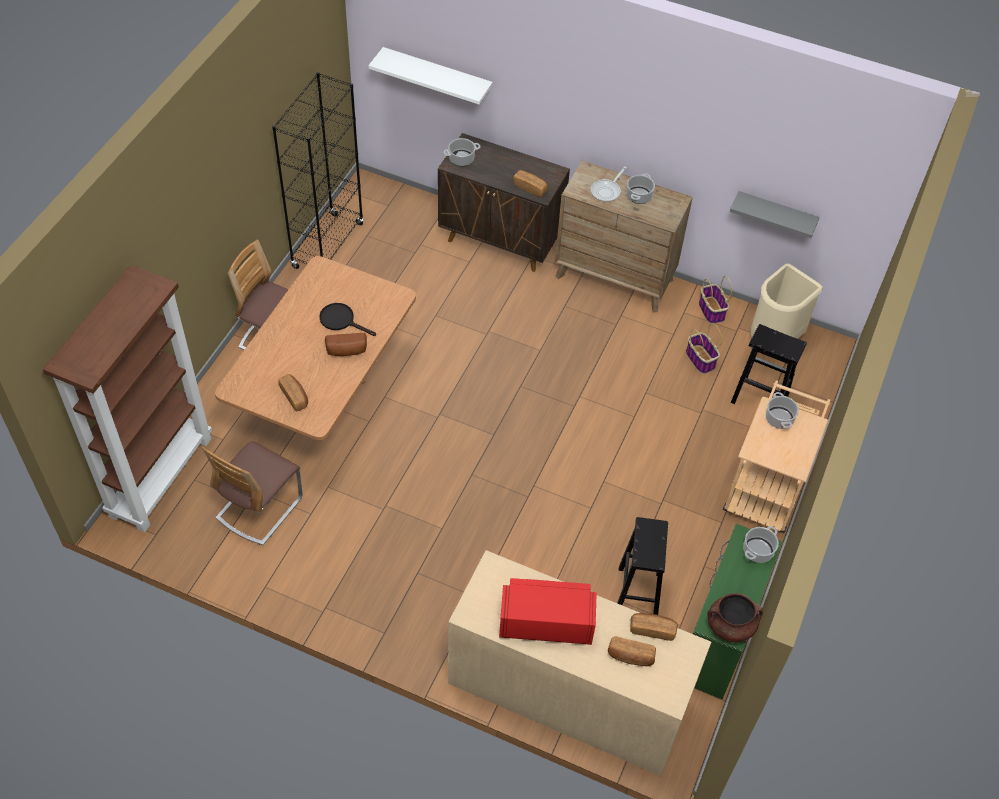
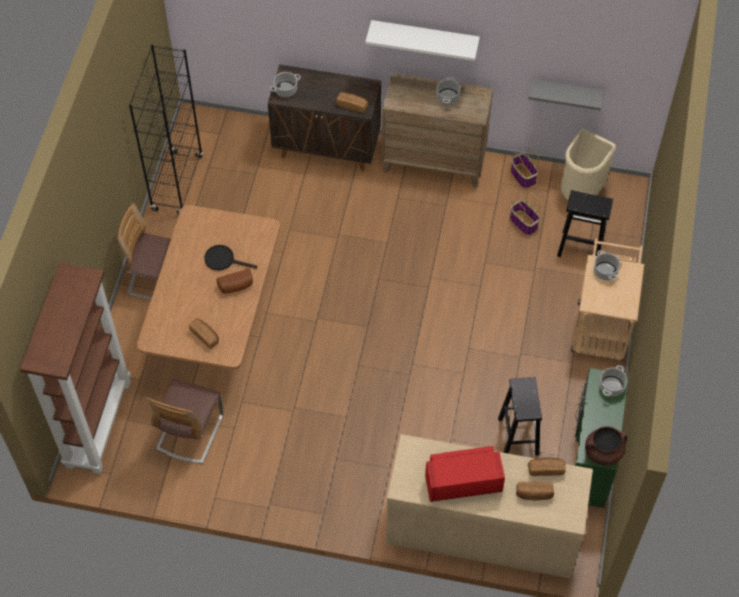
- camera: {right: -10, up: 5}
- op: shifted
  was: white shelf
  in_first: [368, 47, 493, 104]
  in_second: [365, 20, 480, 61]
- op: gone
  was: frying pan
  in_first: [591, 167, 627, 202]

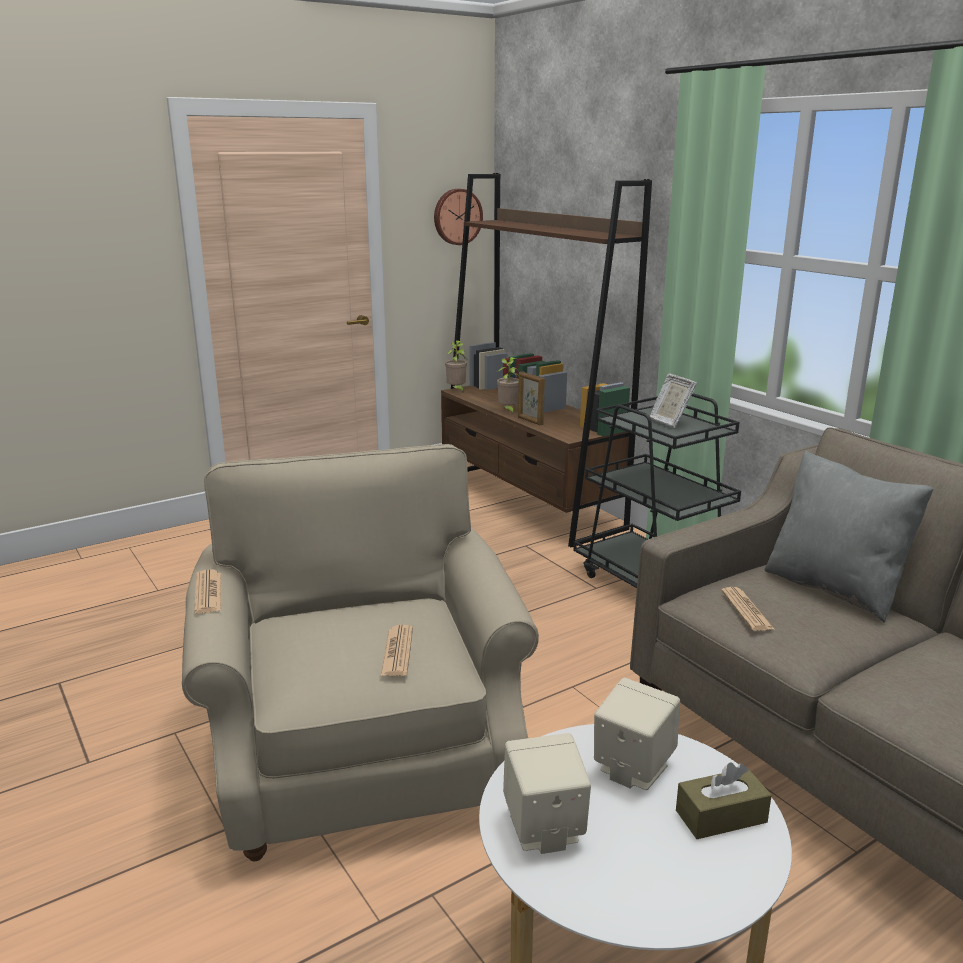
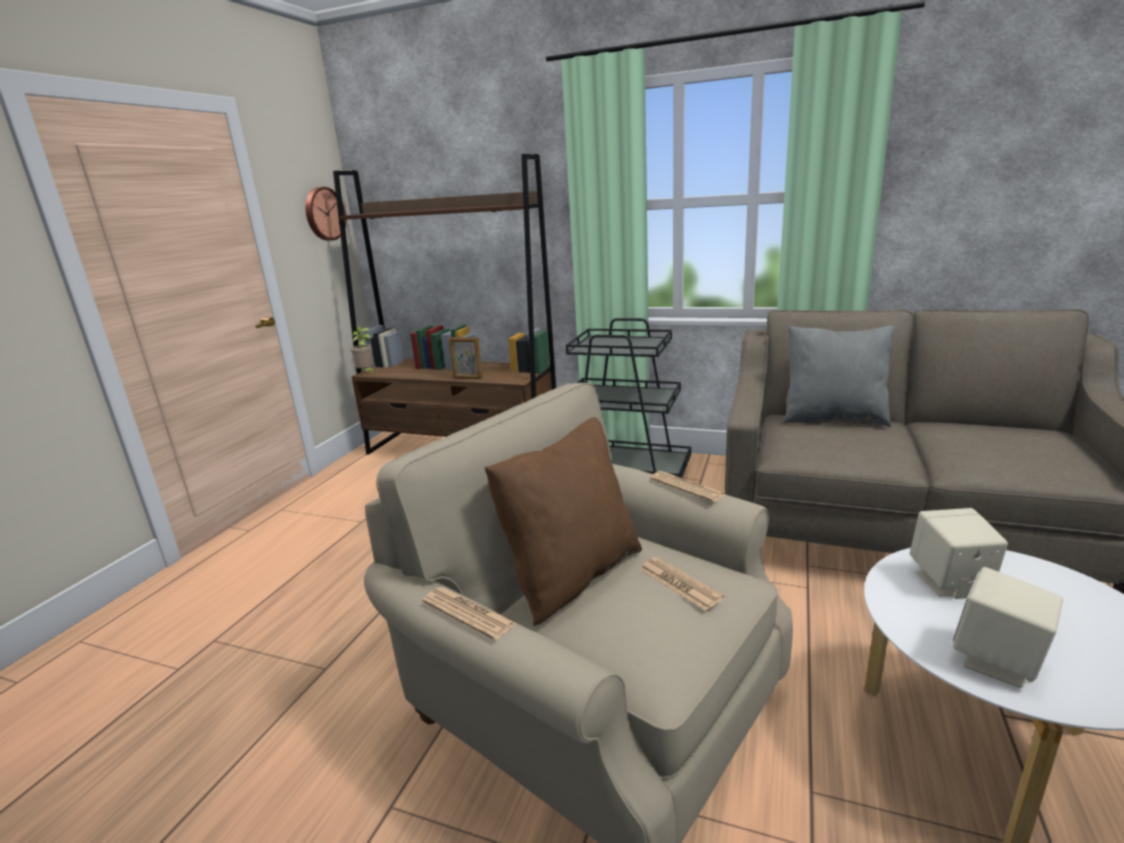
- camera: {right: -35, up: 0}
- op: new
  now: brown pillow
  in_second: [485, 417, 642, 626]
- op: shifted
  was: newspaper
  in_first: [721, 587, 774, 631]
  in_second: [650, 471, 726, 502]
- op: gone
  was: potted plant
  in_first: [497, 357, 520, 414]
- op: gone
  was: picture frame
  in_first: [650, 374, 697, 428]
- op: gone
  was: brown tissue box
  in_first: [676, 762, 772, 839]

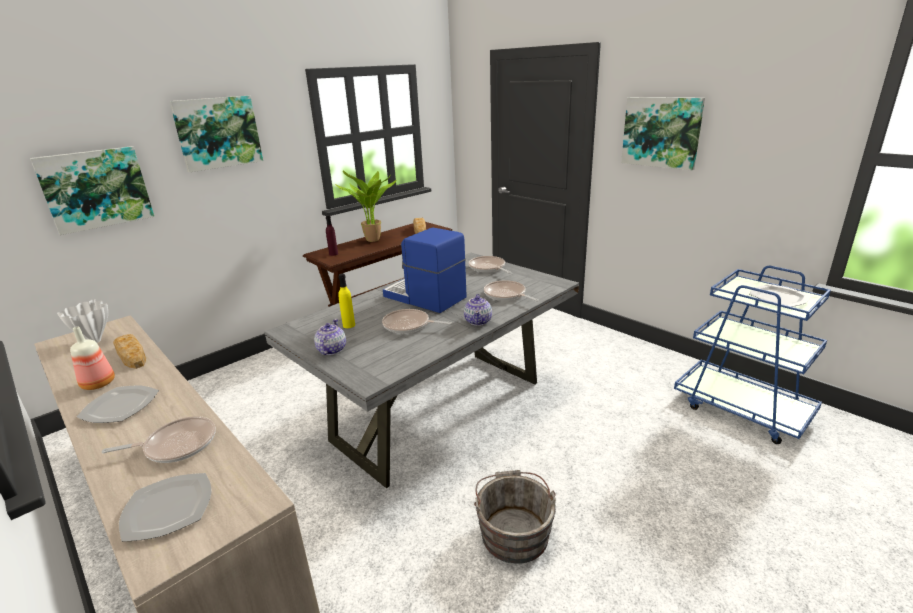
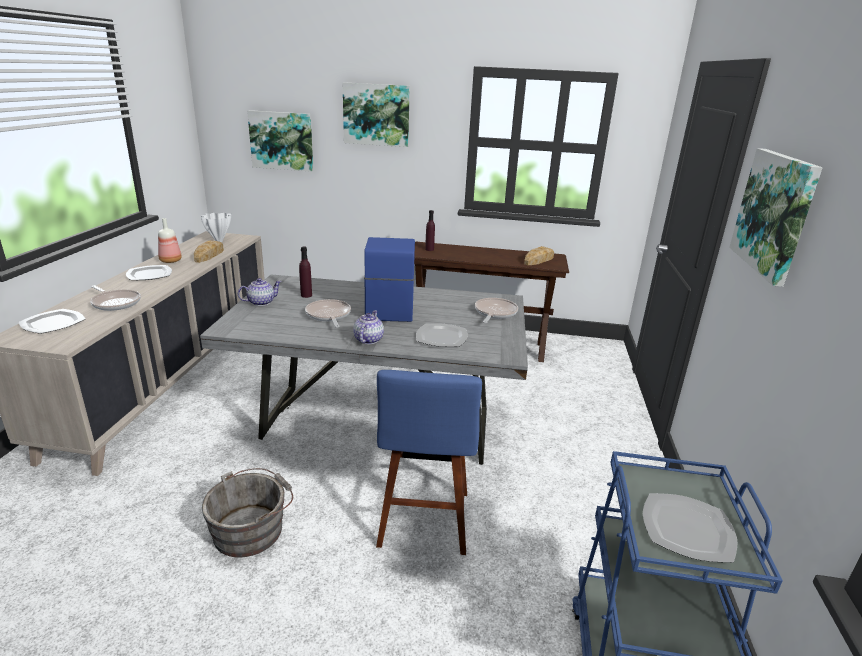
- camera: {right: 50, up: 0}
- op: repainted
  was: yellow bottle
  now: purple bottle
  in_first: [338, 273, 355, 328]
  in_second: [299, 247, 312, 298]
- op: rotated
  was: teapot
  in_first: [464, 294, 492, 326]
  in_second: [353, 310, 384, 344]
  clockwise: 135
- op: new
  now: blue stool
  in_second: [376, 370, 482, 555]
- op: swapped
  was: frying pan
  now: plate
  in_first: [484, 280, 539, 301]
  in_second: [416, 323, 468, 347]
- op: gone
  was: potted plant
  in_first: [335, 170, 396, 242]

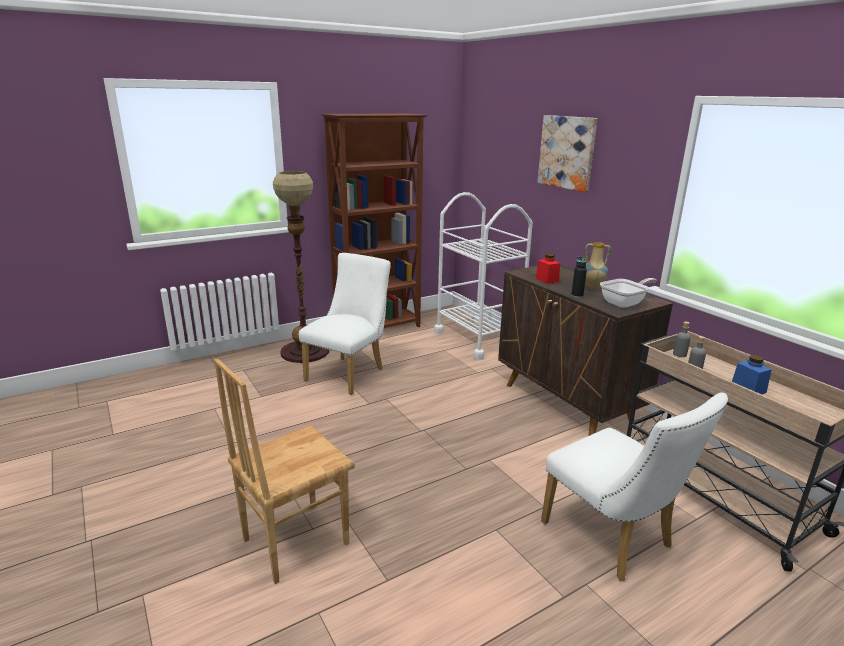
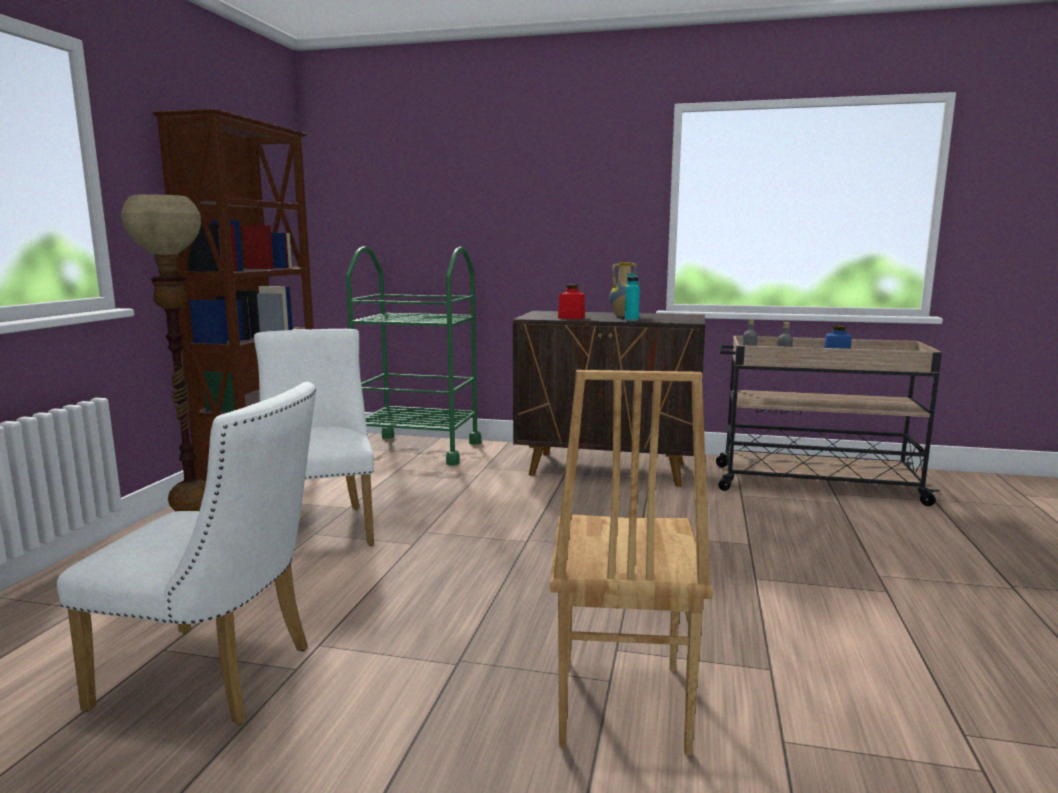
- camera: {right: -45, up: -10}
- op: shifted
  was: white chair
  in_first: [541, 392, 728, 581]
  in_second: [57, 382, 316, 725]
- op: repainted
  was: white cart
  now: green cart
  in_first: [434, 192, 533, 360]
  in_second: [346, 246, 481, 465]
- op: repainted
  was: black bottle
  now: turquoise bottle
  in_first: [571, 257, 587, 298]
  in_second: [625, 273, 640, 321]
- op: gone
  was: picture
  in_first: [537, 115, 597, 192]
- op: gone
  was: frying pan
  in_first: [600, 278, 657, 308]

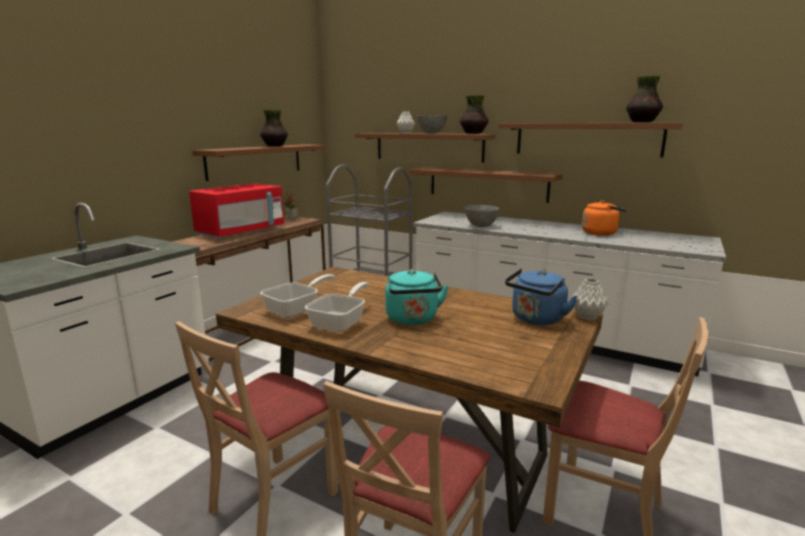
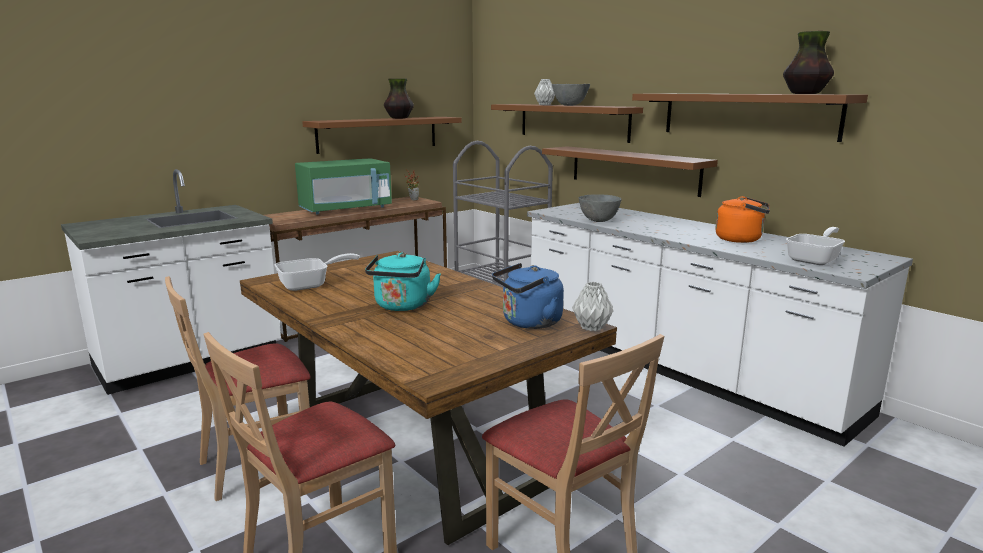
- camera: {right: 20, up: 0}
- op: repainted
  was: red microwave
  now: green microwave
  in_first: [189, 183, 284, 239]
  in_second: [295, 158, 392, 215]
- op: shifted
  was: frying pan
  in_first: [305, 282, 369, 332]
  in_second: [786, 227, 845, 265]
- op: gone
  was: vase
  in_first: [460, 95, 489, 134]

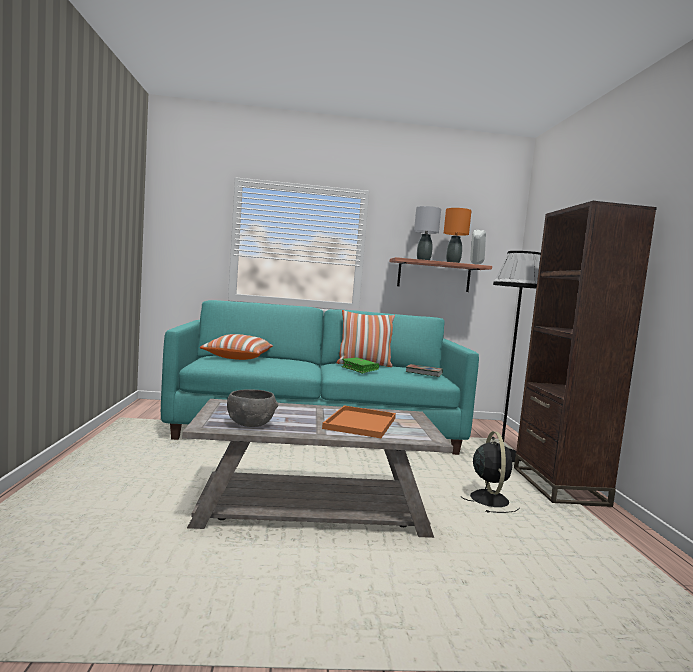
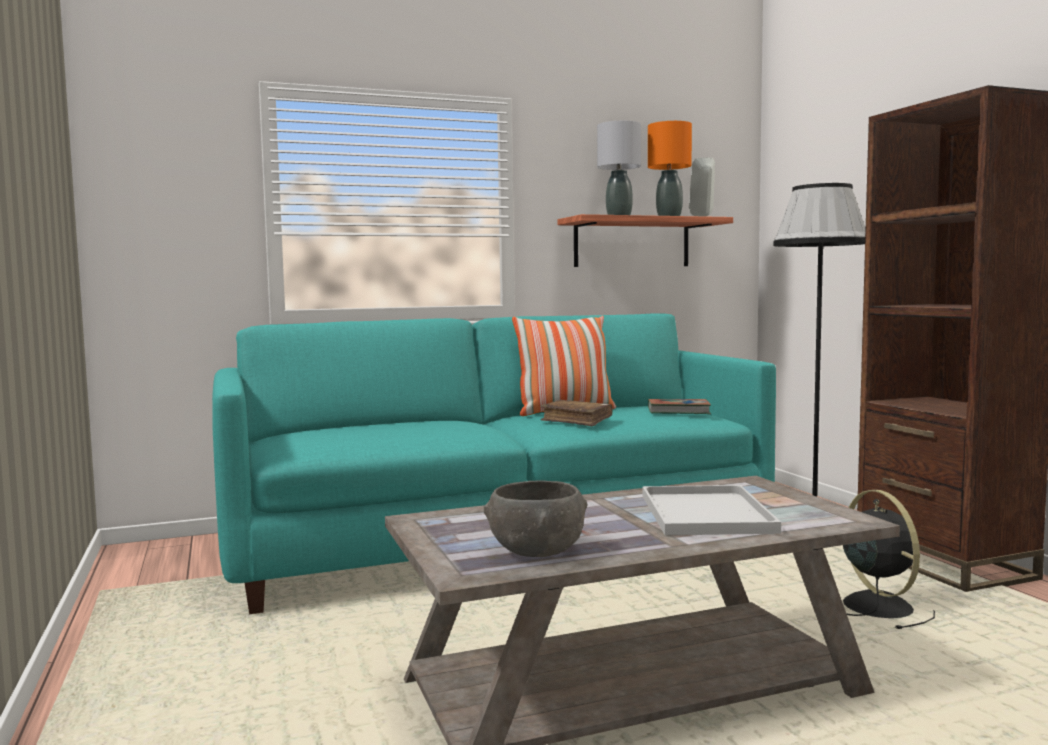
- camera: {right: -15, up: 0}
- op: repainted
  was: green book
  now: brown book
  in_first: [341, 358, 379, 374]
  in_second: [540, 400, 613, 426]
- op: repainted
  was: orange tray
  now: white tray
  in_first: [322, 406, 396, 438]
  in_second: [642, 485, 781, 535]
- op: gone
  was: pillow
  in_first: [200, 334, 273, 360]

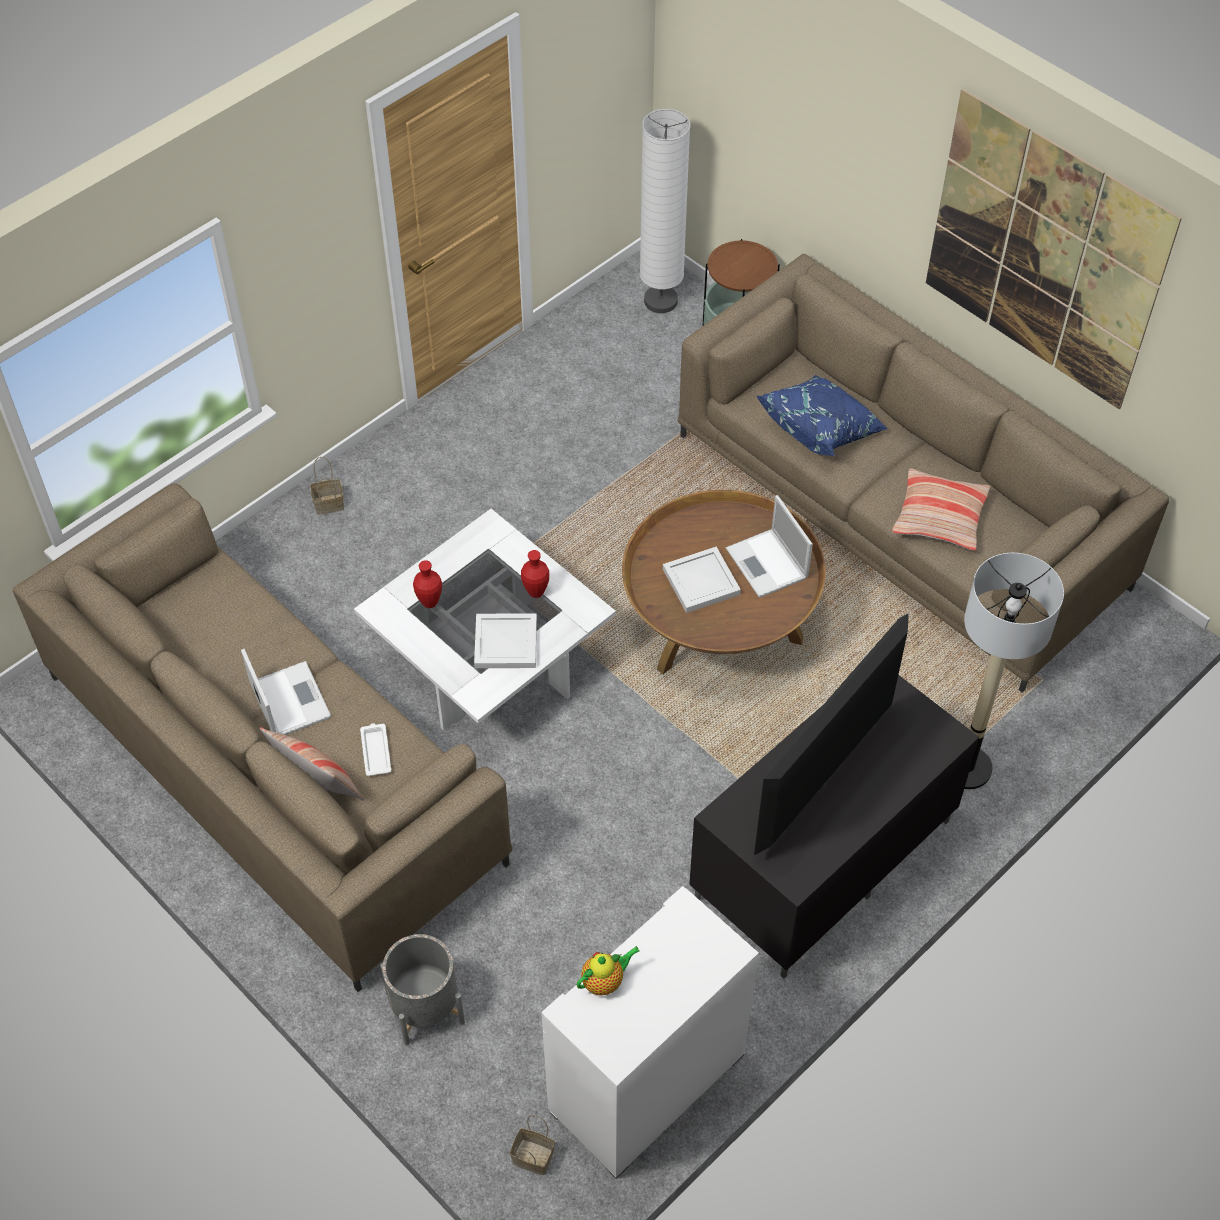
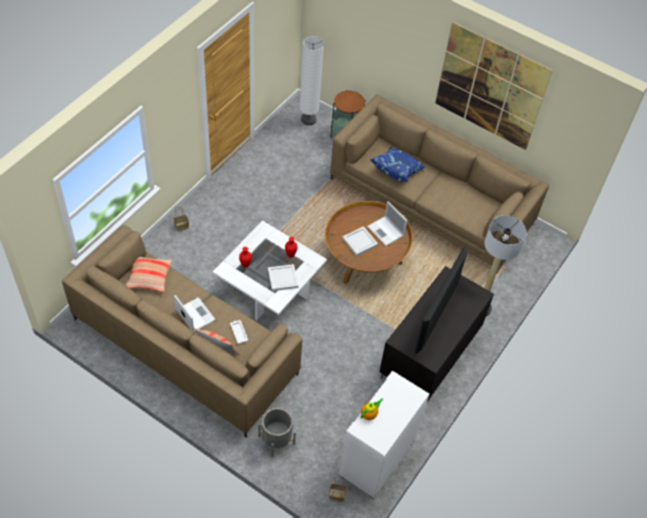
- camera: {right: -15, up: 0}
- op: shifted
  was: pillow
  in_first: [892, 468, 990, 551]
  in_second: [126, 257, 172, 292]

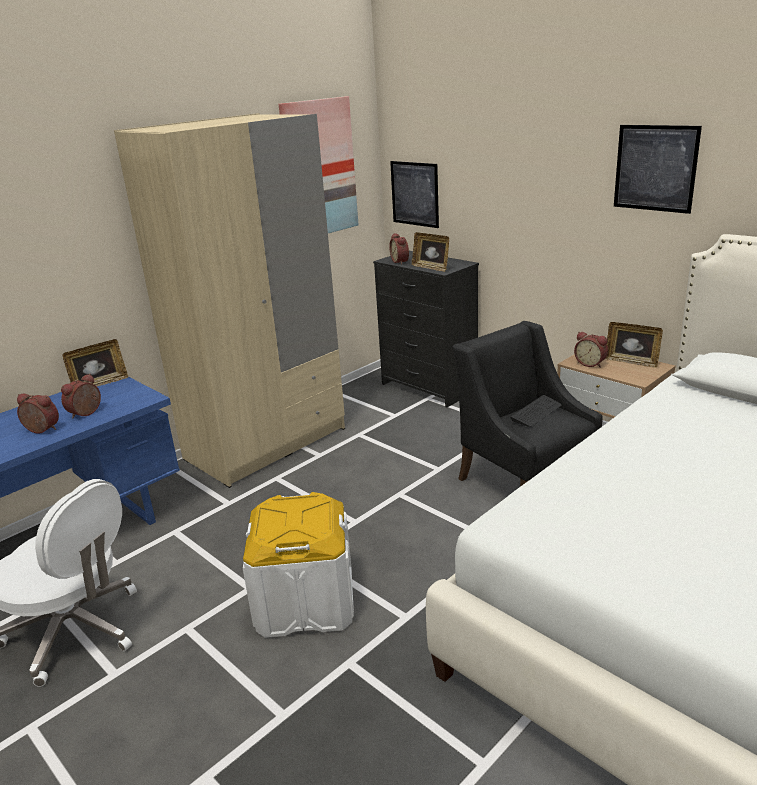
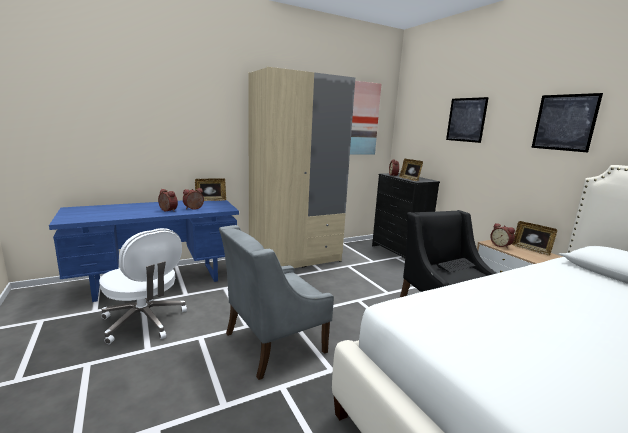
- camera: {right: 15, up: -10}
- op: swapped
  was: white storage box
  now: grey armchair
  in_first: [243, 492, 354, 638]
  in_second: [219, 225, 334, 380]
- op: shifted
  was: picture
  in_first: [390, 161, 439, 228]
  in_second: [446, 97, 489, 143]

